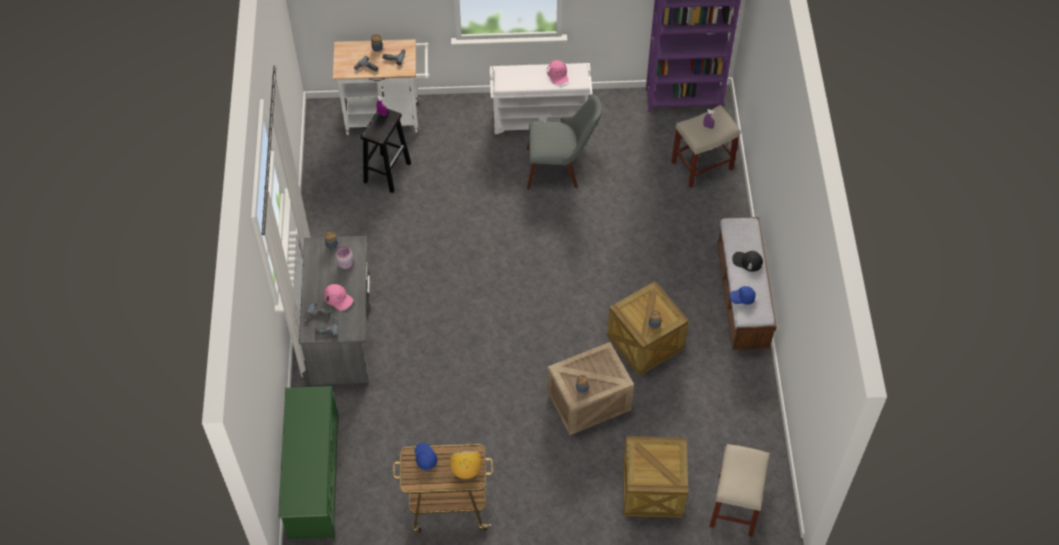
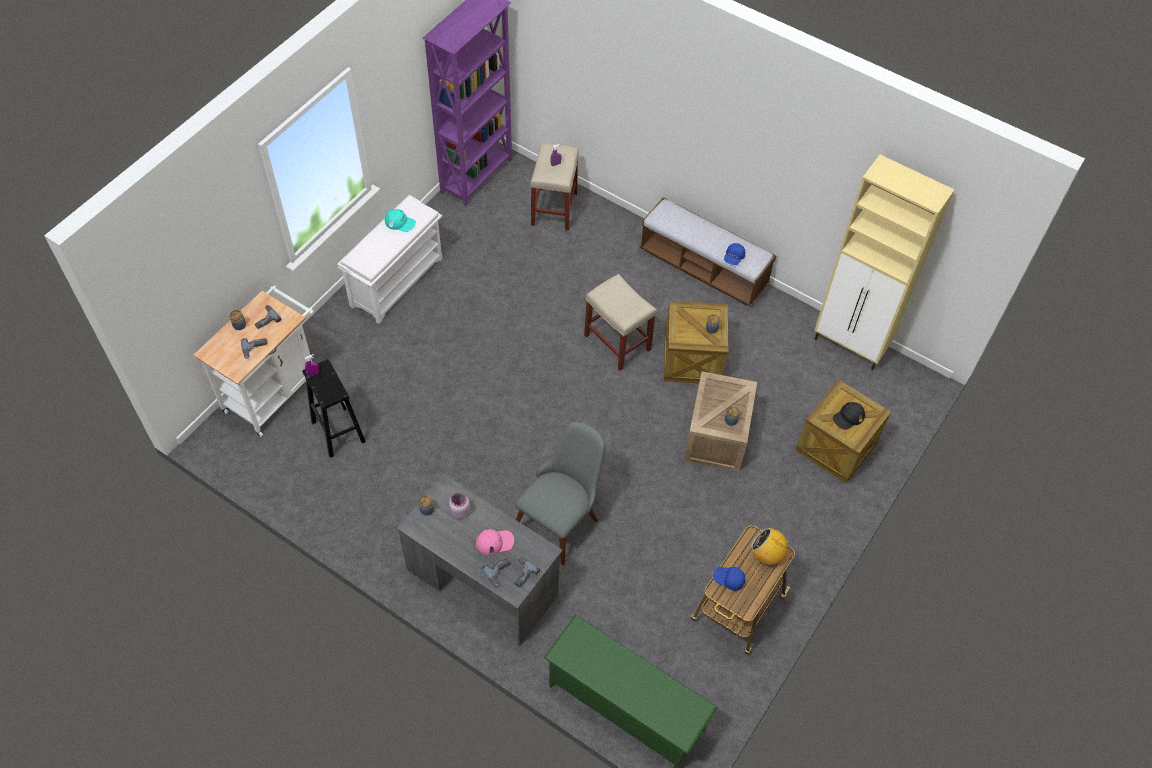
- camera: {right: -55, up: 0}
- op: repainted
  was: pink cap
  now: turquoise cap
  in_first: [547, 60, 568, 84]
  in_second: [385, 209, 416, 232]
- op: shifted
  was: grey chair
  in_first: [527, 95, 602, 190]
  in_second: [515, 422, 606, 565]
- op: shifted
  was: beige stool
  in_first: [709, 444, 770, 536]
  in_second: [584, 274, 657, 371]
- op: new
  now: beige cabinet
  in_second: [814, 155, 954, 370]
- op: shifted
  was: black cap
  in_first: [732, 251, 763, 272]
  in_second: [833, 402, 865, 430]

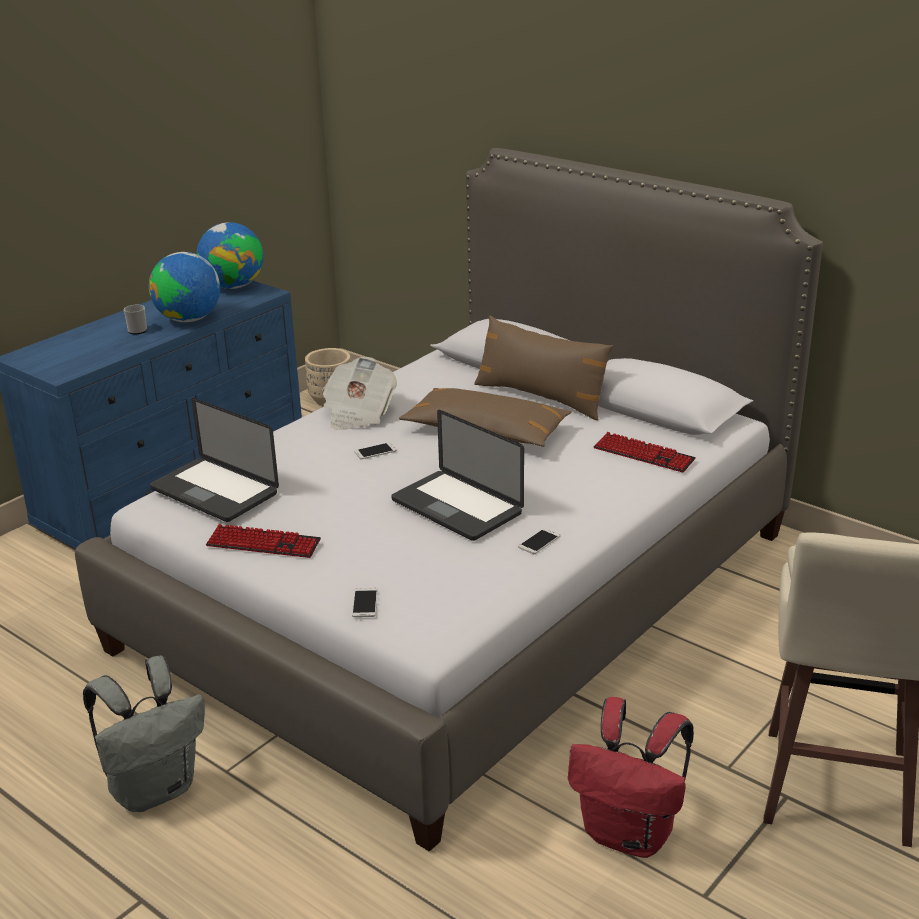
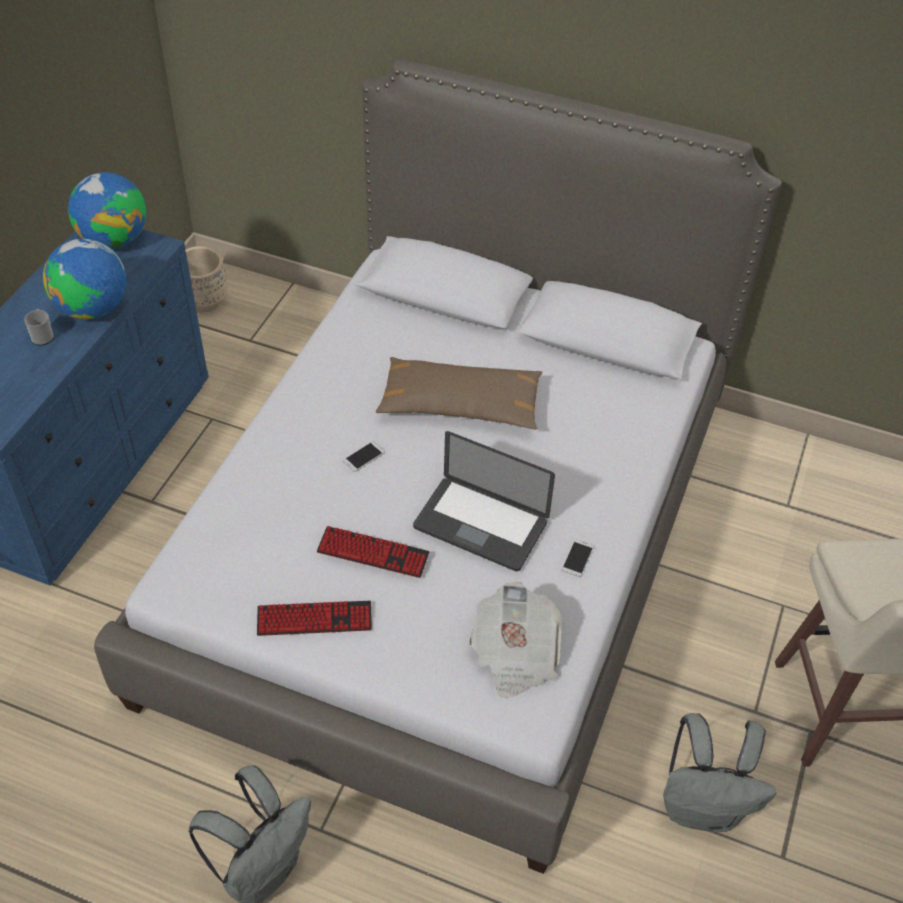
- camera: {right: -20, up: 20}
- op: shifted
  was: keyboard
  in_first: [594, 432, 696, 472]
  in_second: [317, 526, 429, 578]
- op: shifted
  was: newspaper
  in_first: [322, 357, 397, 430]
  in_second: [469, 582, 563, 699]
- op: repainted
  was: red backpack
  now: grey backpack
  in_first: [568, 697, 694, 858]
  in_second: [663, 713, 777, 832]
- op: gone
  was: laptop
  in_first: [150, 398, 279, 522]
- op: gone
  was: phone
  in_first: [352, 588, 378, 617]
- op: gone
  was: brown pillow
  in_first: [474, 316, 613, 420]

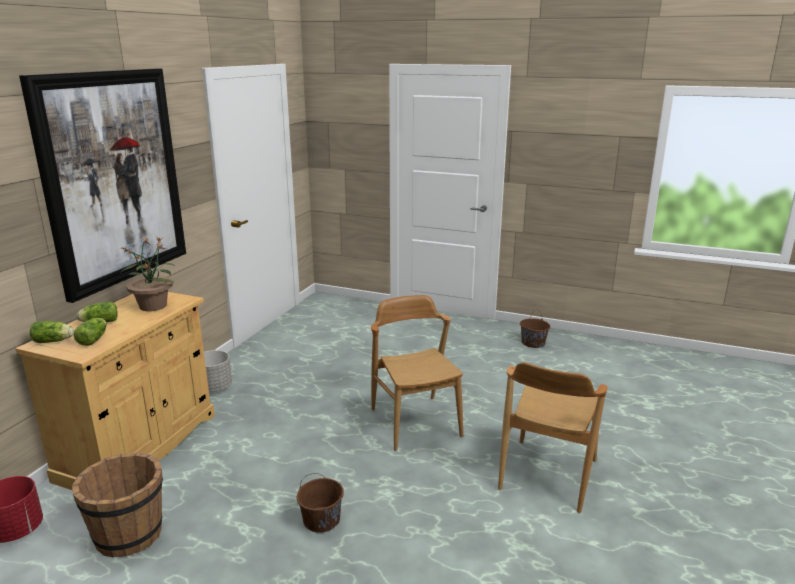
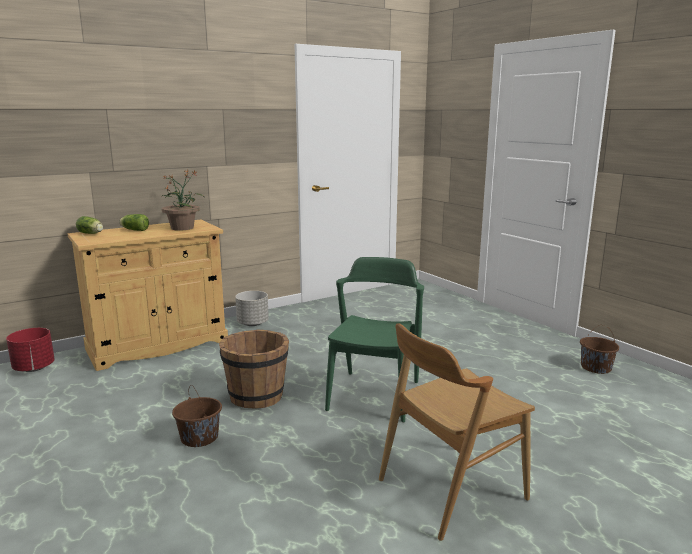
- camera: {right: 35, up: -5}
- op: shifted
  was: brown bucket
  in_first: [72, 452, 163, 558]
  in_second: [219, 329, 289, 409]
- op: repainted
  was: brown chair
  now: green chair
  in_first: [371, 295, 463, 451]
  in_second: [325, 257, 424, 423]
- op: gone
  was: picture
  in_first: [19, 69, 186, 303]
- op: gone
  was: lettuce
  in_first: [74, 318, 107, 346]

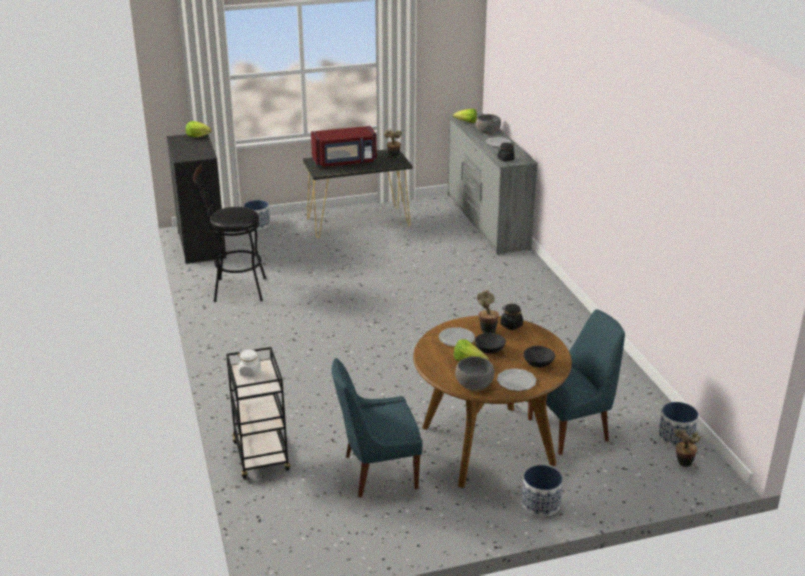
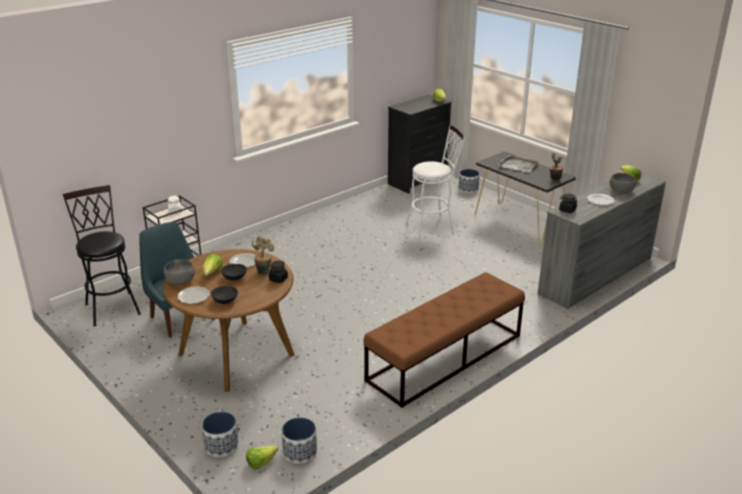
- camera: {right: 65, up: 0}
- op: shifted
  was: black stool
  in_first: [193, 164, 266, 302]
  in_second: [63, 185, 141, 326]
- op: shifted
  was: planter
  in_first: [522, 465, 563, 517]
  in_second: [202, 412, 239, 457]
- op: swapped
  was: potted plant
  now: lettuce
  in_first: [674, 429, 701, 467]
  in_second: [246, 445, 278, 469]
- op: new
  now: brown bench
  in_second: [363, 272, 525, 408]
- op: new
  now: white stool
  in_second: [406, 124, 465, 239]
- op: swapped
  was: red microwave
  now: grey tray
  in_first: [311, 126, 377, 167]
  in_second: [498, 154, 538, 172]
- op: gone
  was: blue chair
  in_first: [528, 309, 625, 455]

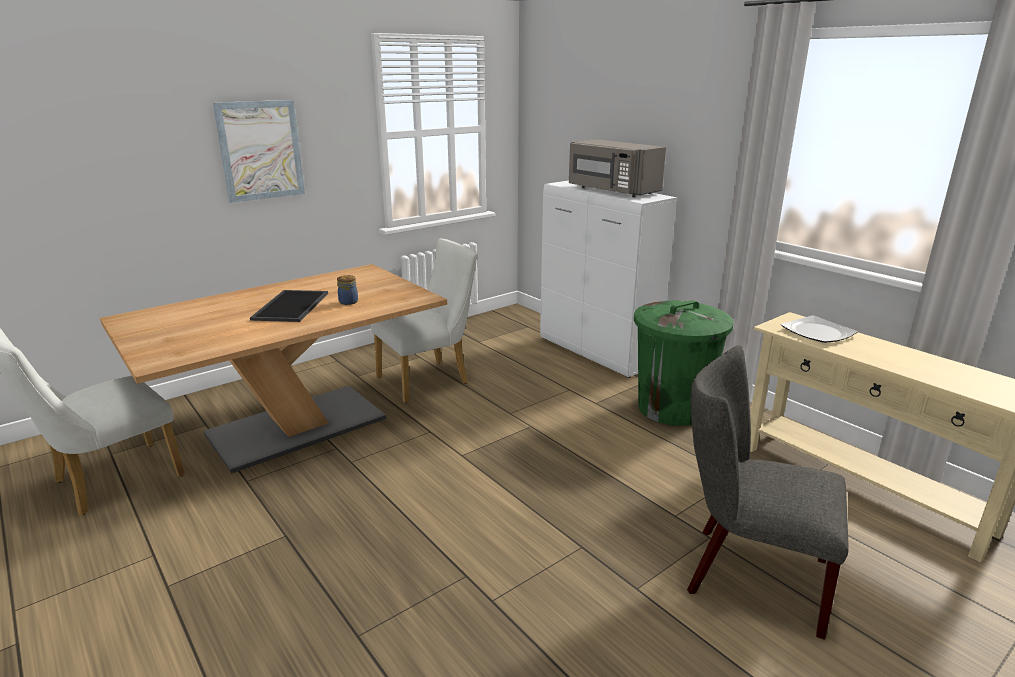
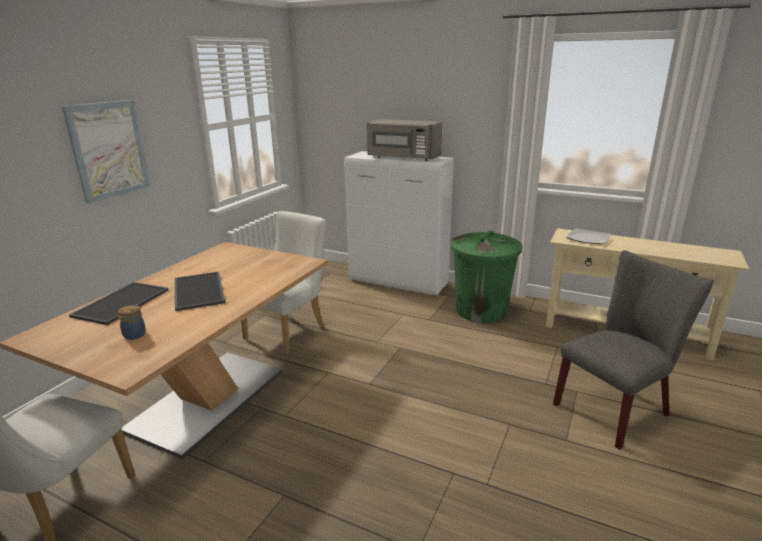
- camera: {right: -25, up: 0}
- op: new
  now: tray
  in_second: [69, 282, 168, 325]
- op: shifted
  was: jar
  in_first: [337, 275, 358, 305]
  in_second: [118, 305, 146, 340]
- op: rotated
  was: grey chair
  in_first: [687, 345, 849, 640]
  in_second: [553, 250, 714, 450]
  clockwise: 150

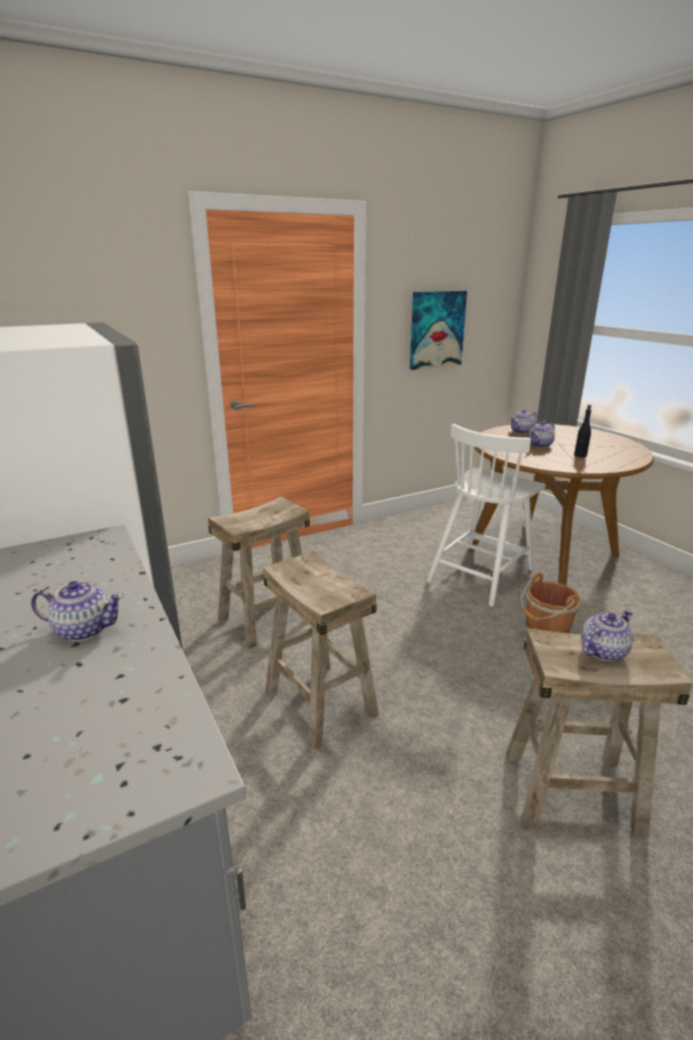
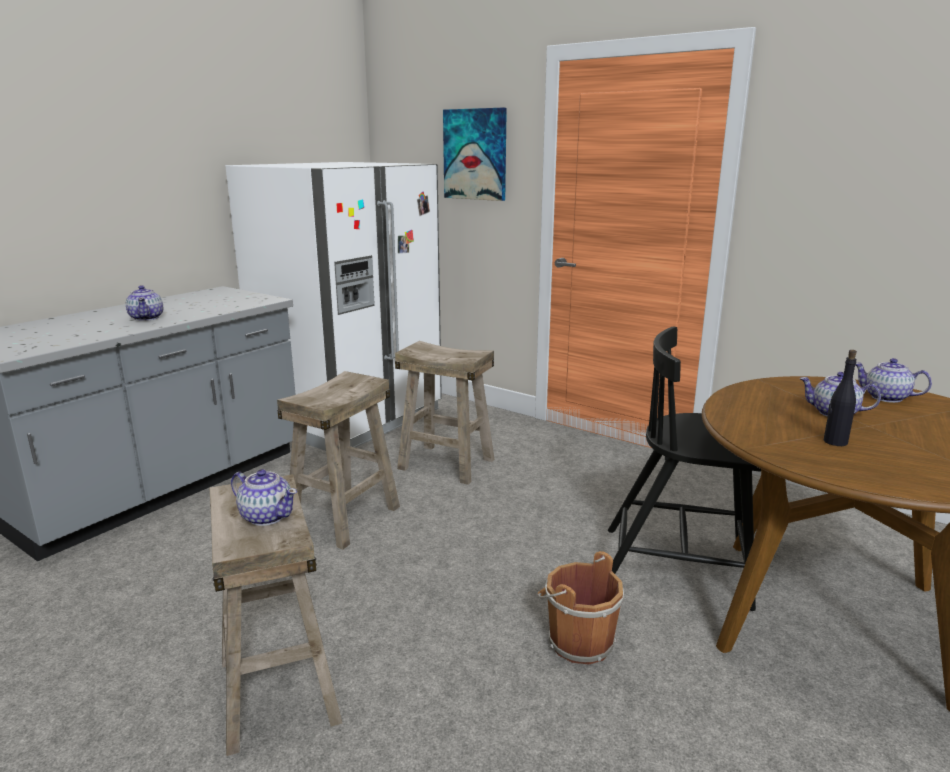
- camera: {right: 65, up: -5}
- op: shifted
  was: picture
  in_first: [410, 290, 467, 370]
  in_second: [443, 108, 507, 201]
- op: repainted
  was: white chair
  now: black chair
  in_first: [426, 424, 546, 607]
  in_second: [608, 327, 761, 611]

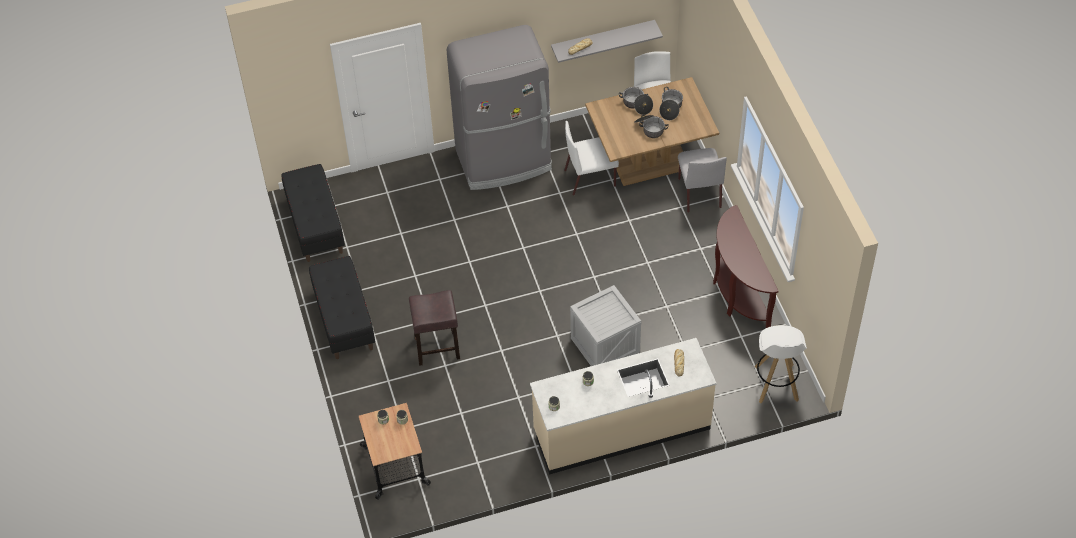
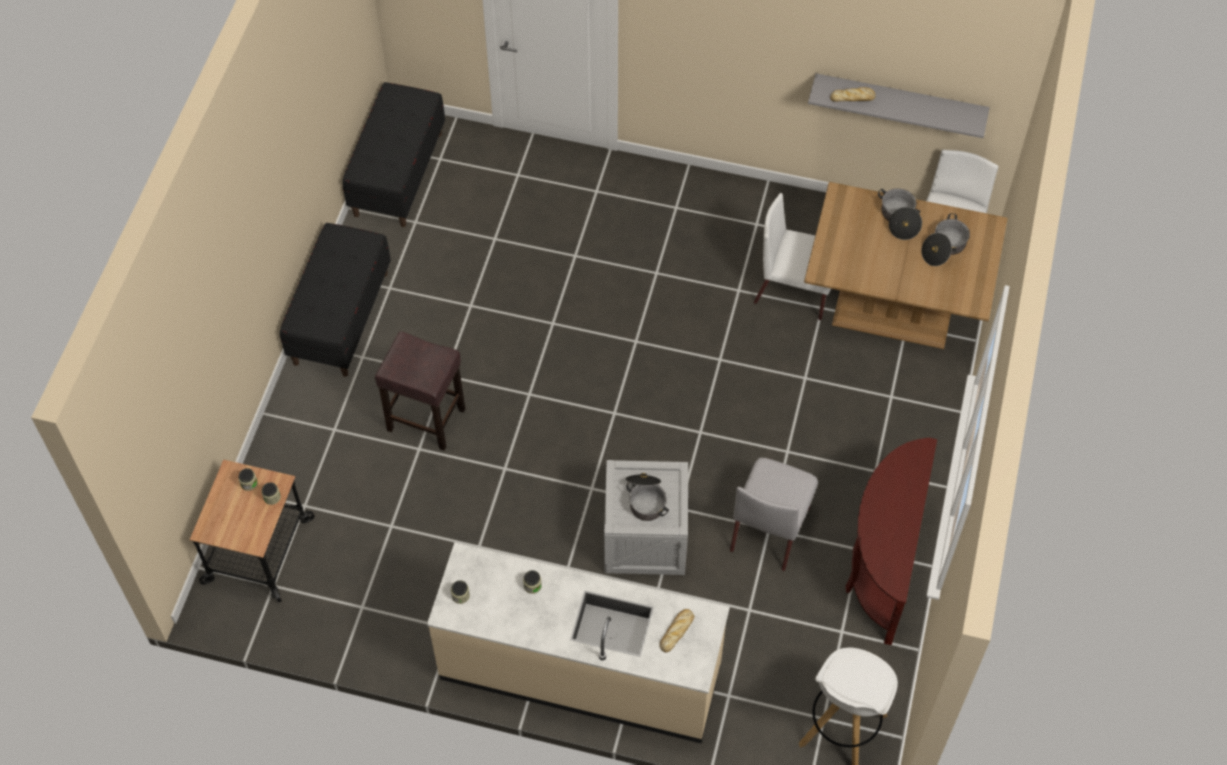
- camera: {right: 30, up: 5}
- op: shifted
  was: cooking pot
  in_first: [634, 115, 669, 138]
  in_second: [626, 473, 669, 521]
- op: shifted
  was: grey chair
  in_first: [678, 148, 727, 213]
  in_second: [730, 458, 818, 571]
- op: gone
  was: grey fridge
  in_first: [447, 25, 552, 190]

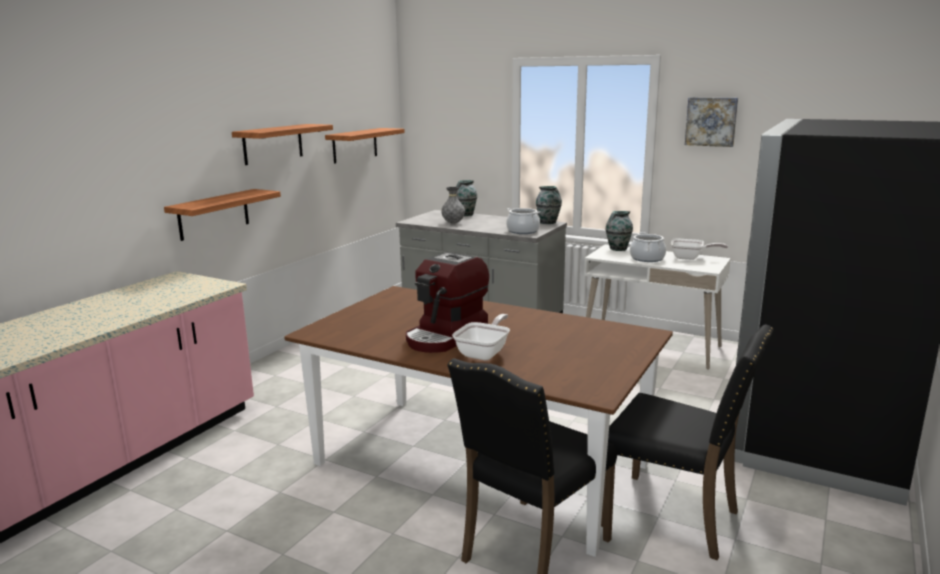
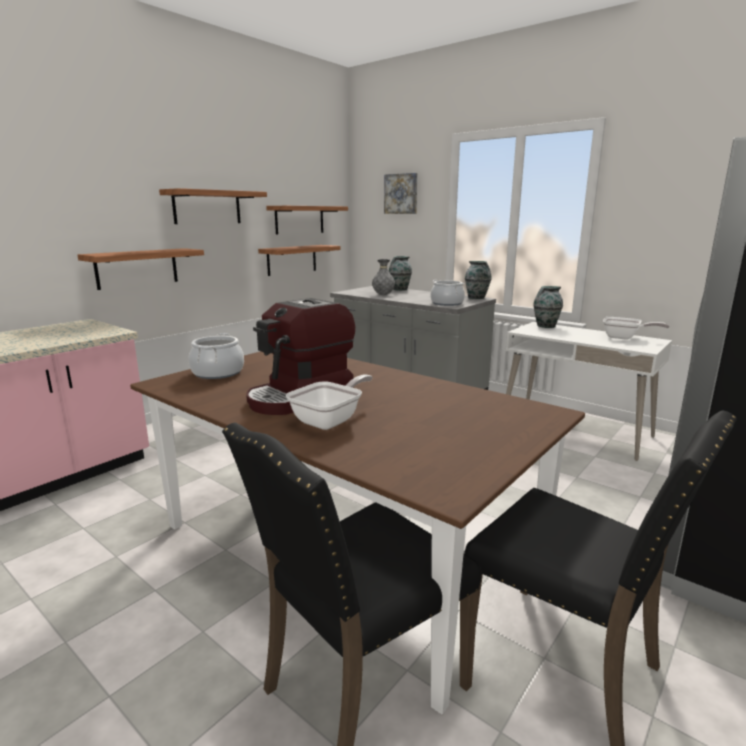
- camera: {right: 10, up: 0}
- op: shifted
  was: cooking pot
  in_first: [630, 232, 666, 262]
  in_second: [188, 333, 244, 379]
- op: new
  now: shelf
  in_second: [258, 245, 340, 276]
- op: shifted
  was: picture
  in_first: [685, 97, 738, 147]
  in_second: [384, 173, 417, 214]

